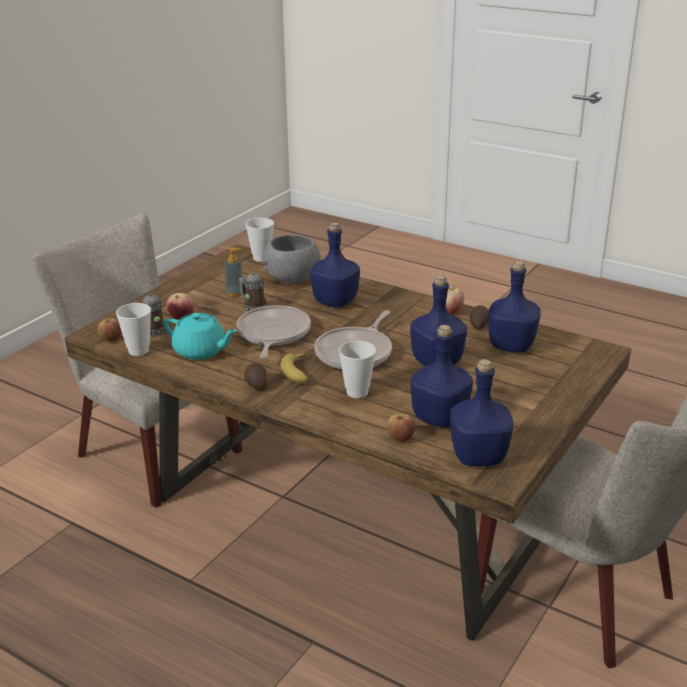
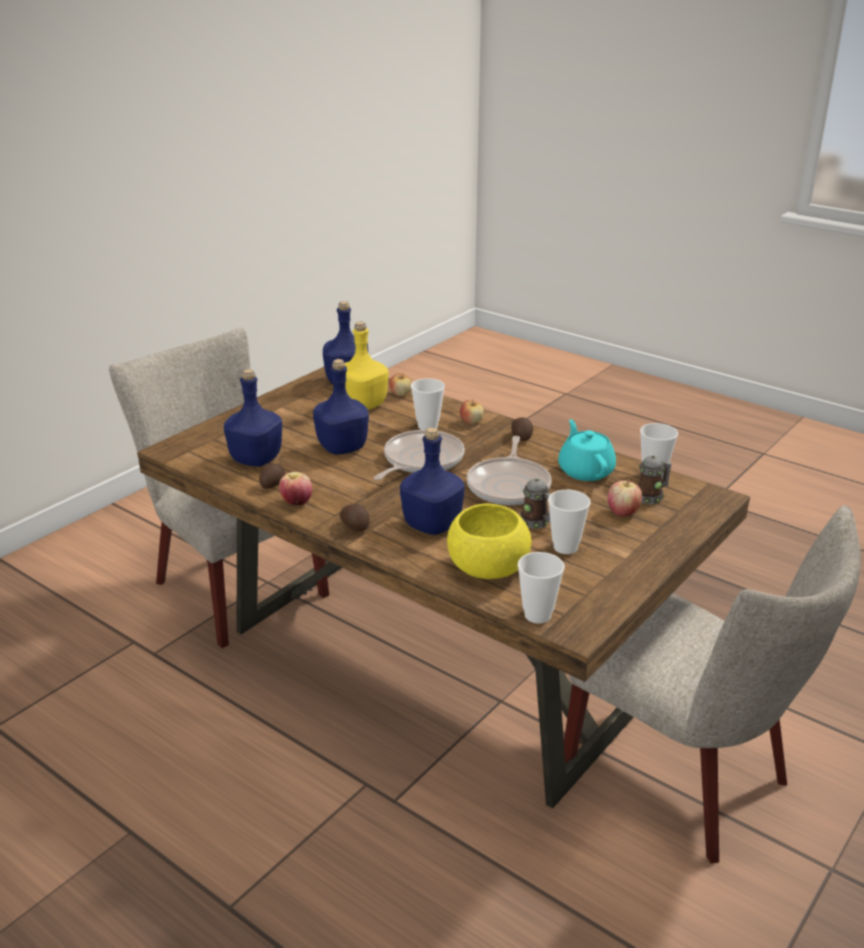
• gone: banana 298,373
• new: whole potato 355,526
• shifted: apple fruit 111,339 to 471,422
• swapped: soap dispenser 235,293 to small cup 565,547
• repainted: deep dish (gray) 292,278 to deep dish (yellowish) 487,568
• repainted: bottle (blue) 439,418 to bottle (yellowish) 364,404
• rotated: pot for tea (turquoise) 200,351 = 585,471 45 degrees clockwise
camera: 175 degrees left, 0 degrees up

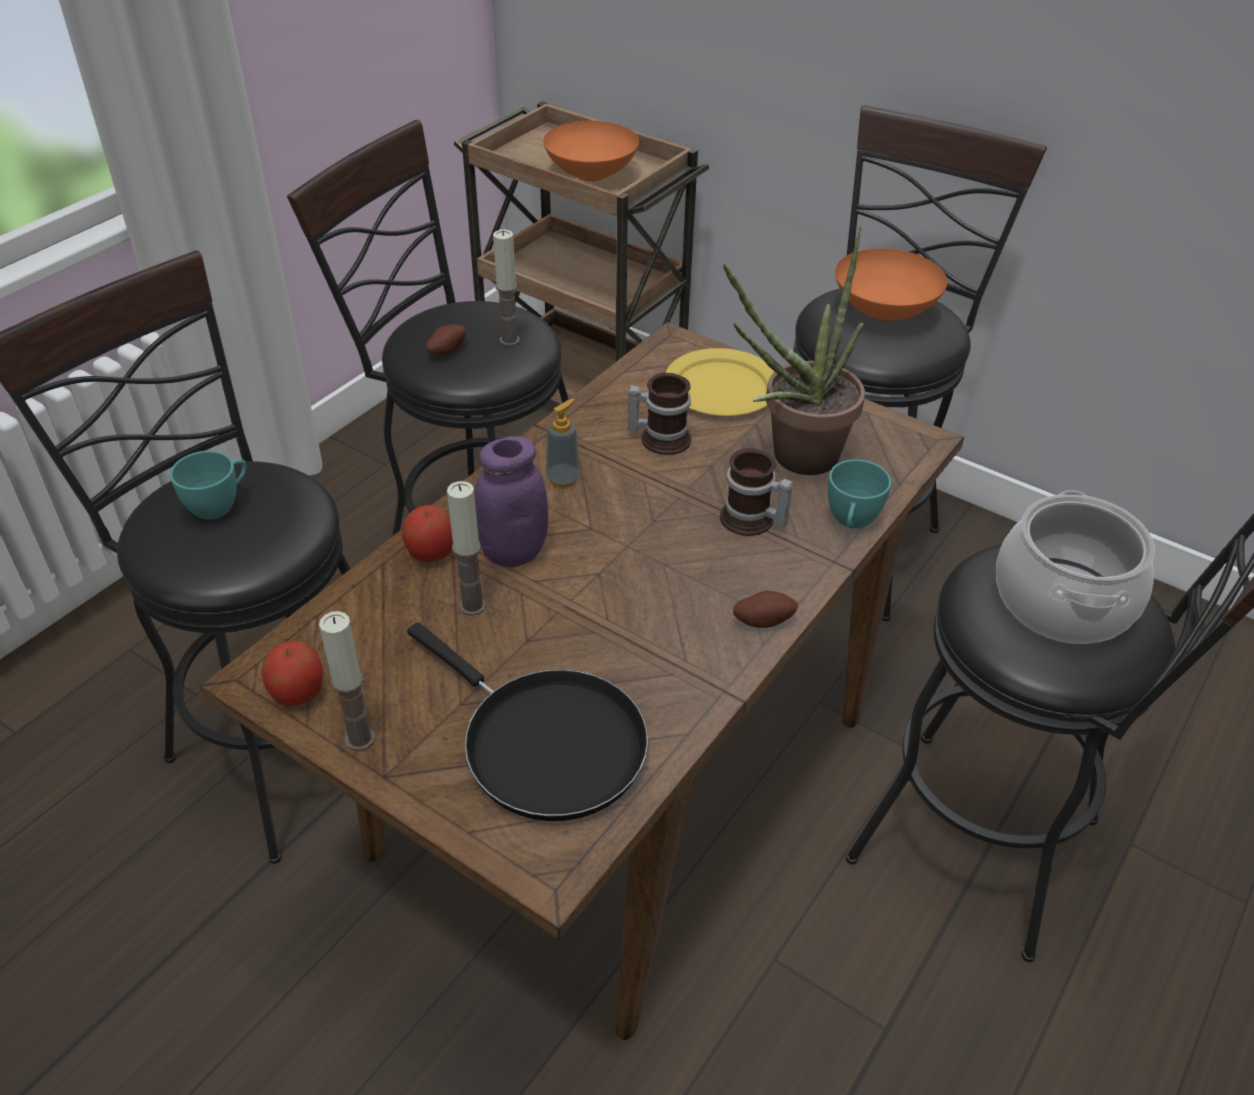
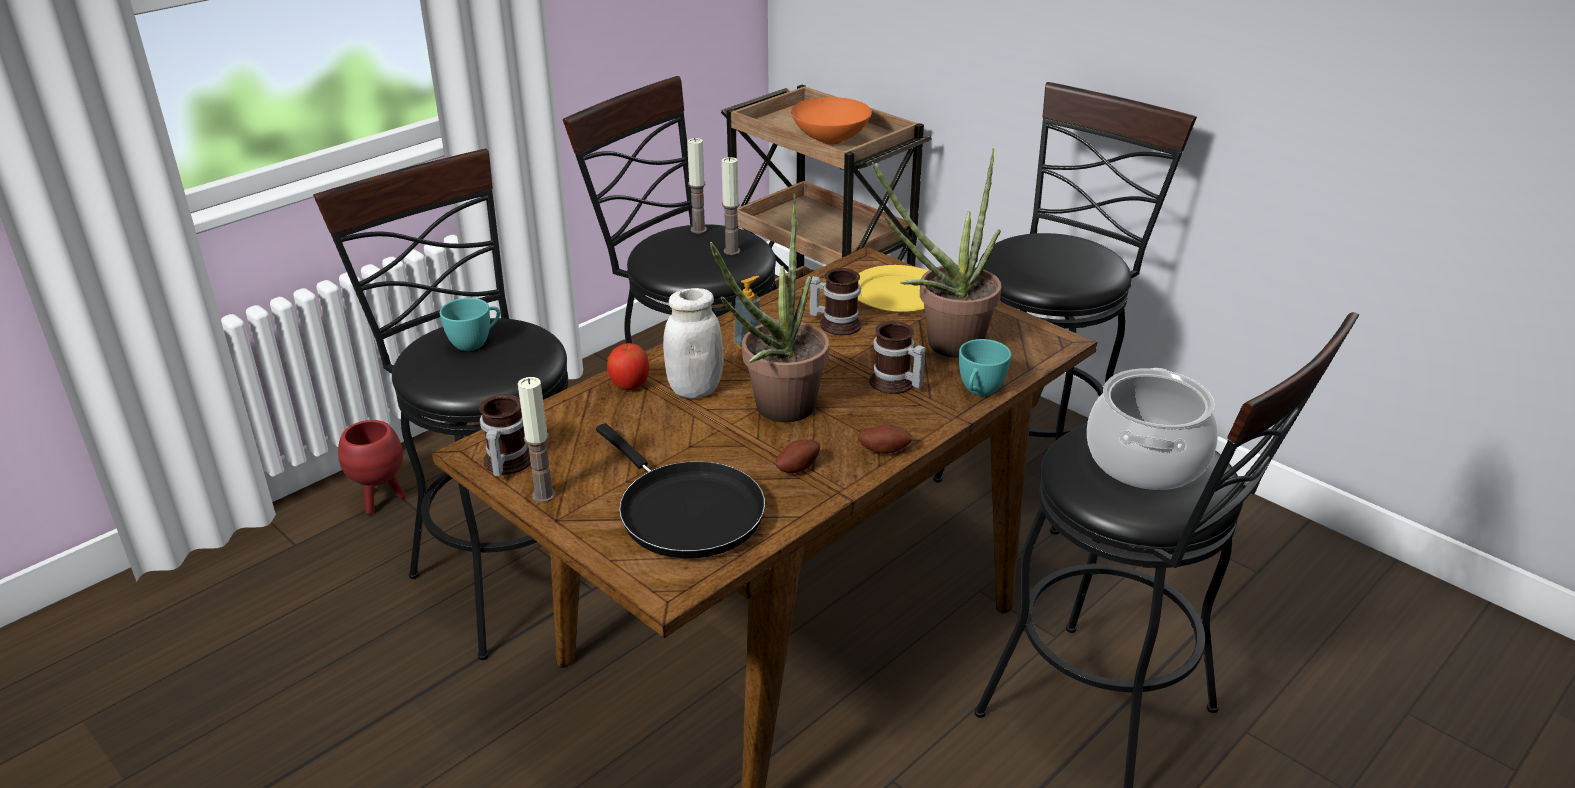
• gone: deep dish (orange-coloured) 883,313
• new: flower pot (reddish) 381,500
• new: houseplant 776,412
• shifted: whole potato 446,350 to 796,467
• shifted: wax light 472,606 to 698,230
• swapped: apple fruit 298,693 to tea mug 505,463
• repainted: storage jar (purplish) 513,552 to storage jar (white) 695,389
camera: 10 degrees right, 10 degrees down

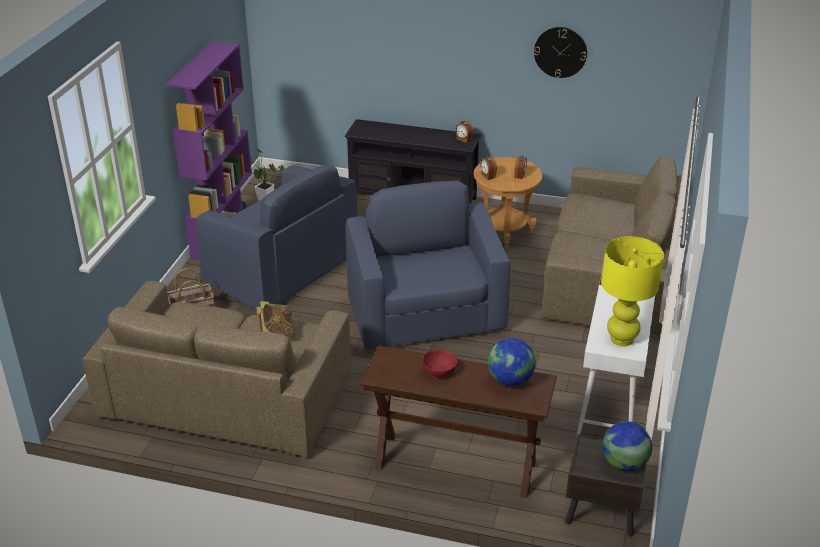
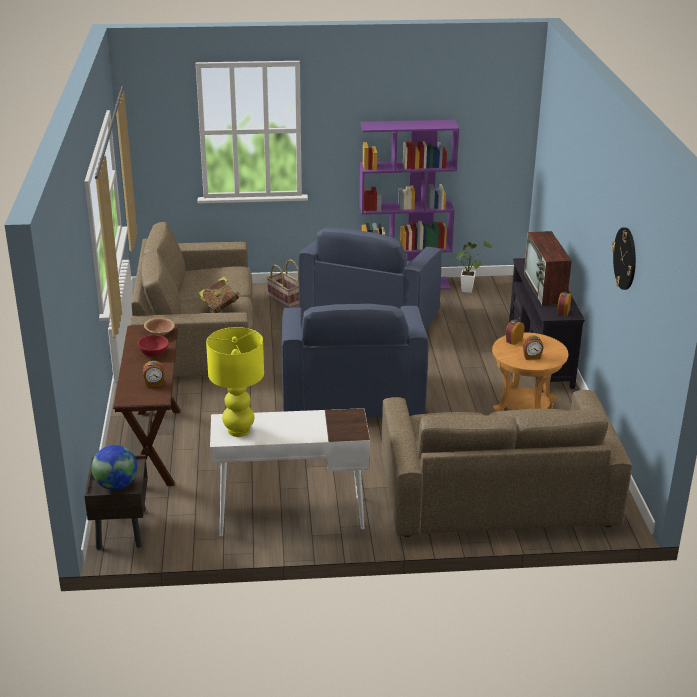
• new: deep dish (brown-coloured) 160,333
• new: television 545,289
• swapped: world globe 510,380 to table clock 154,384
• rotated: easy chair (blue) 426,315 = 351,397 120 degrees clockwise
camera: 70 degrees right, 5 degrees down

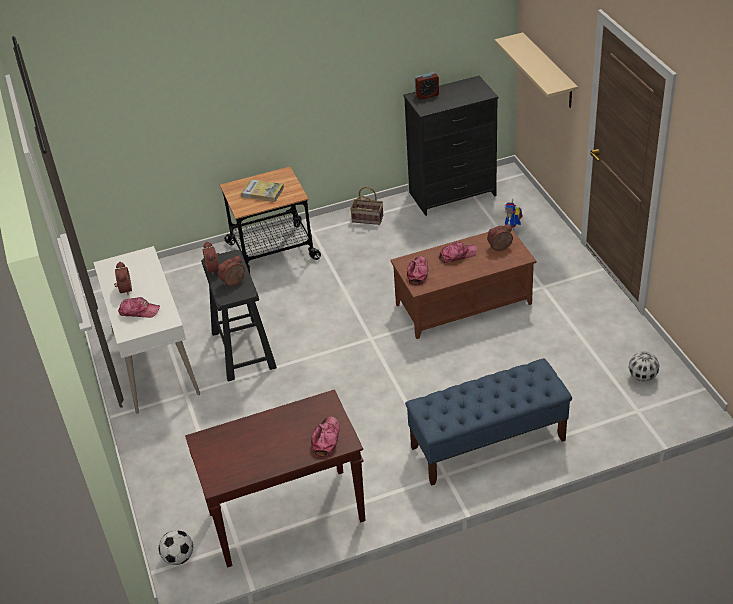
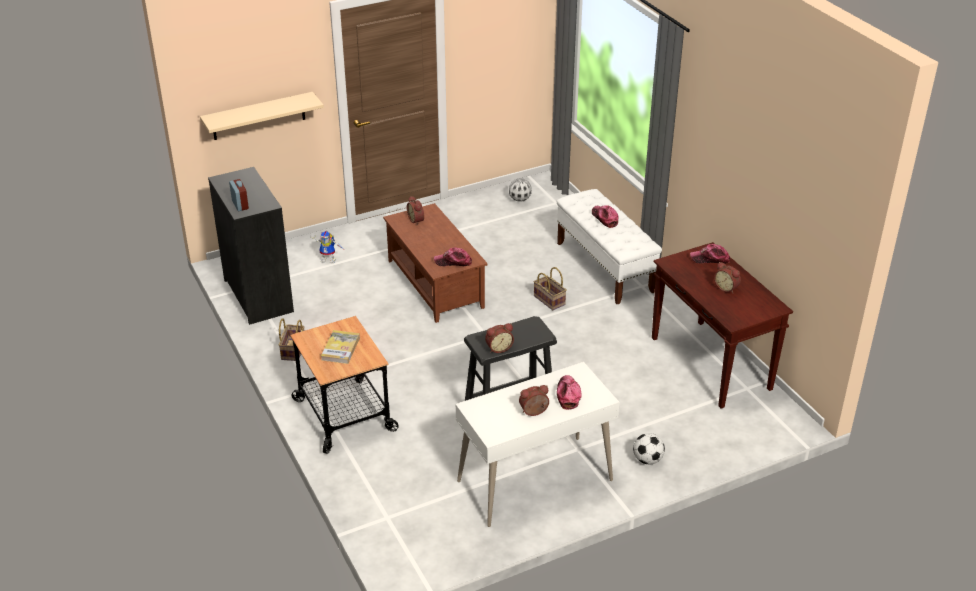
• new: household basket 550,300
• shifted: ball for football 179,557 to 647,460
• shifted: table clock 234,282 to 726,288
• shifted: peaked cap 457,255 to 604,218
• repainted: long seat (blue) 487,444 to long seat (white) 605,267
camera: 100 degrees left, 5 degrees down

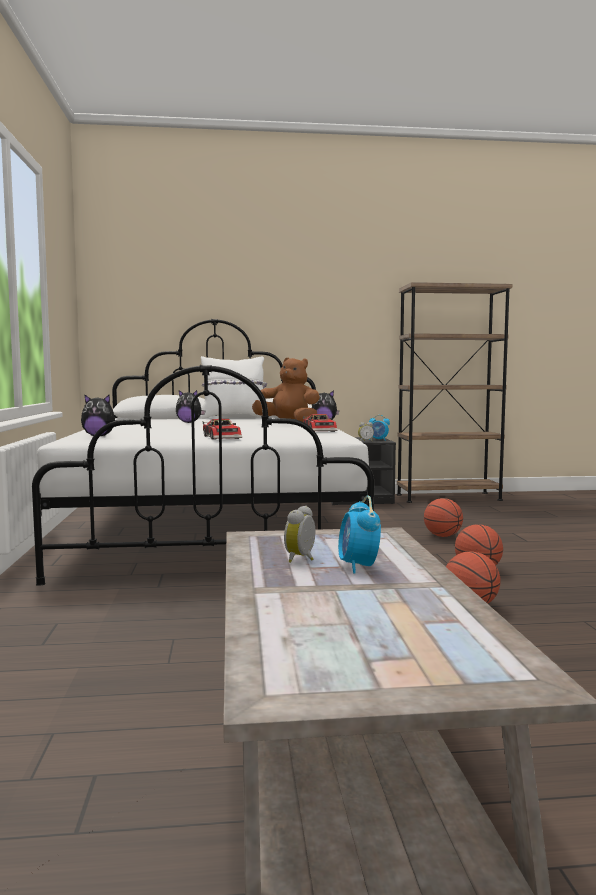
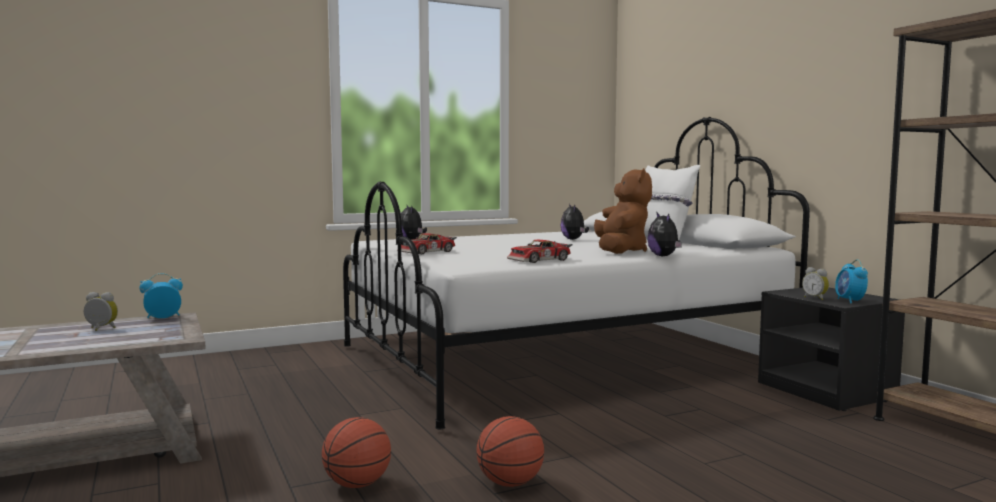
• gone: ball for basketball 442,536
• shifted: table clock 358,567 to 162,318
camera: 70 degrees right, 0 degrees up

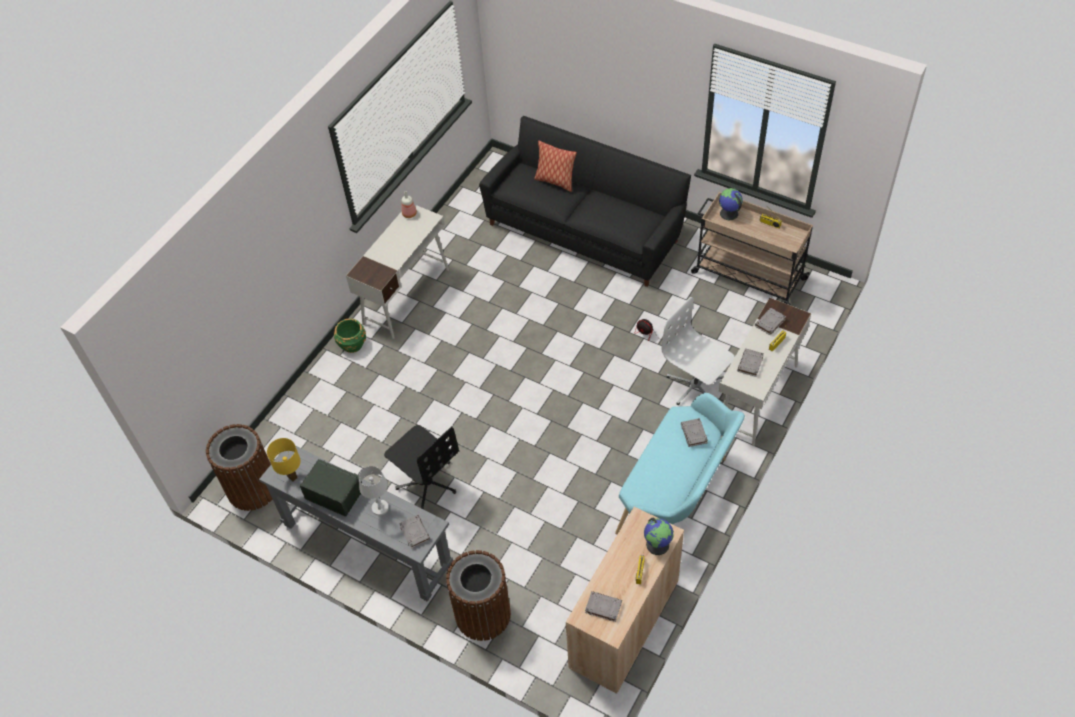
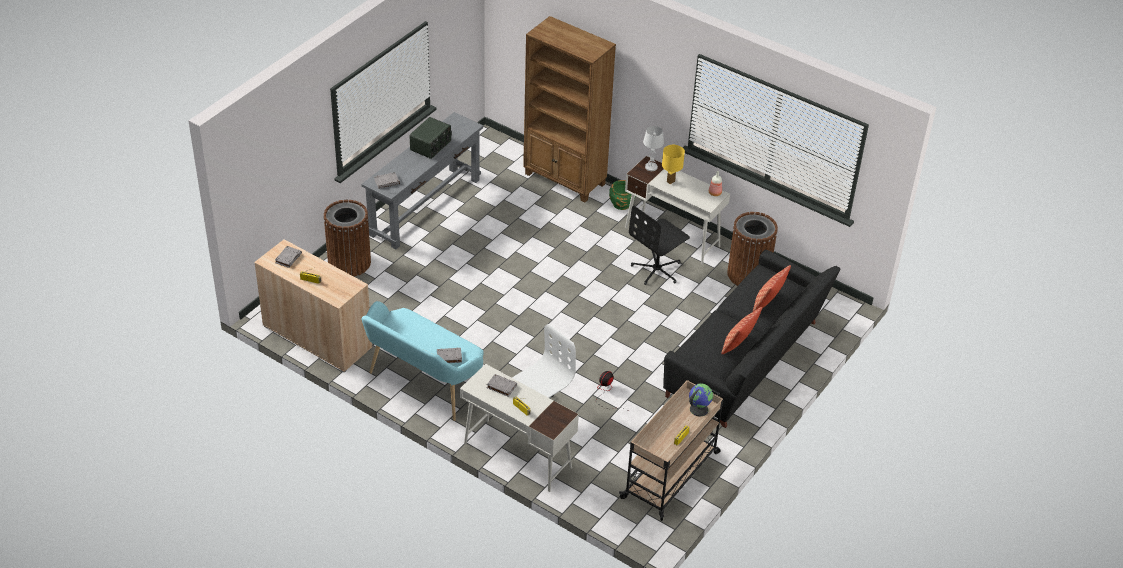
• gone: world globe 658,544
• gone: book (gray) 770,323
• new: shelving unit (brown-coloured) 565,179
• new: pillow 738,345
• shifted: trash can (brown-coloured) 252,488 to 748,274
• shifted: table lamp (yellowish) 292,477 to 670,181
• shifted: table lamp (white) 380,508 to 651,167
• shifted: office chair (black) 427,482 to 657,270
camera: 90 degrees right, 10 degrees down

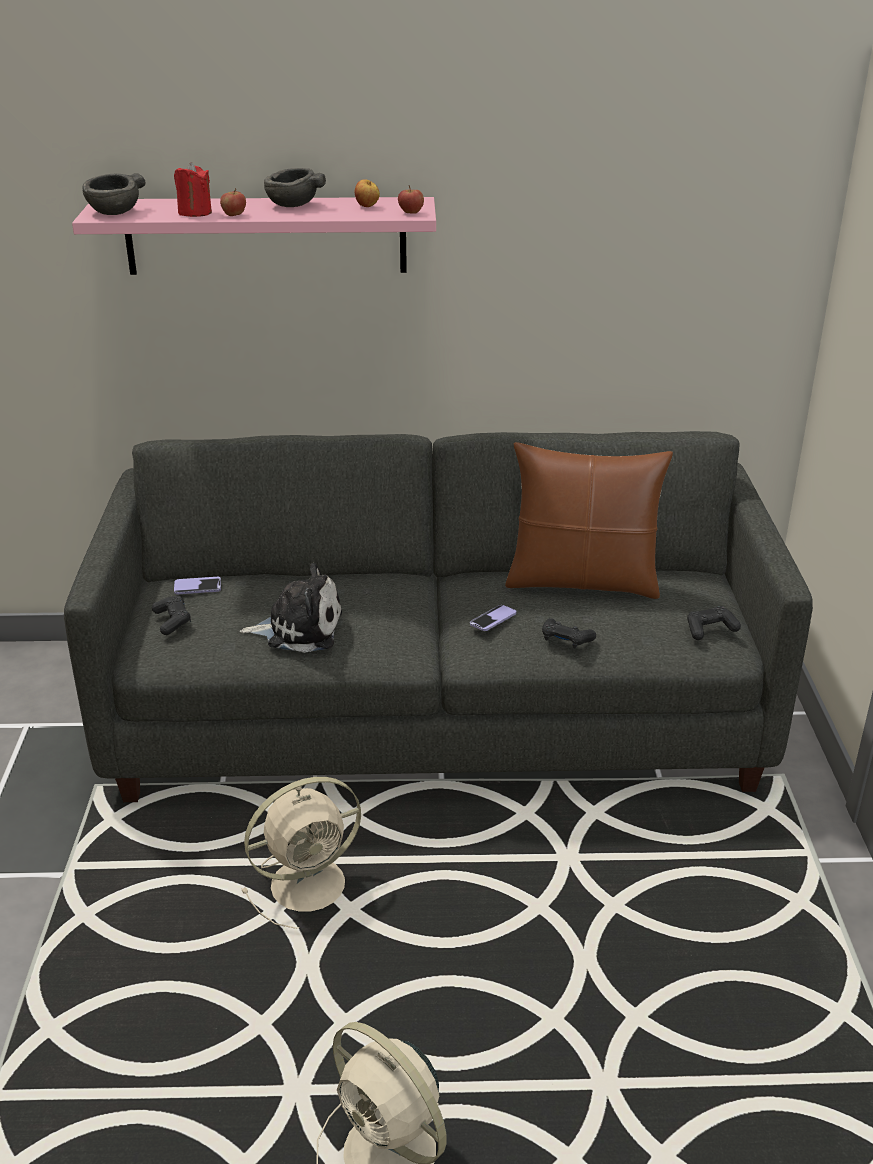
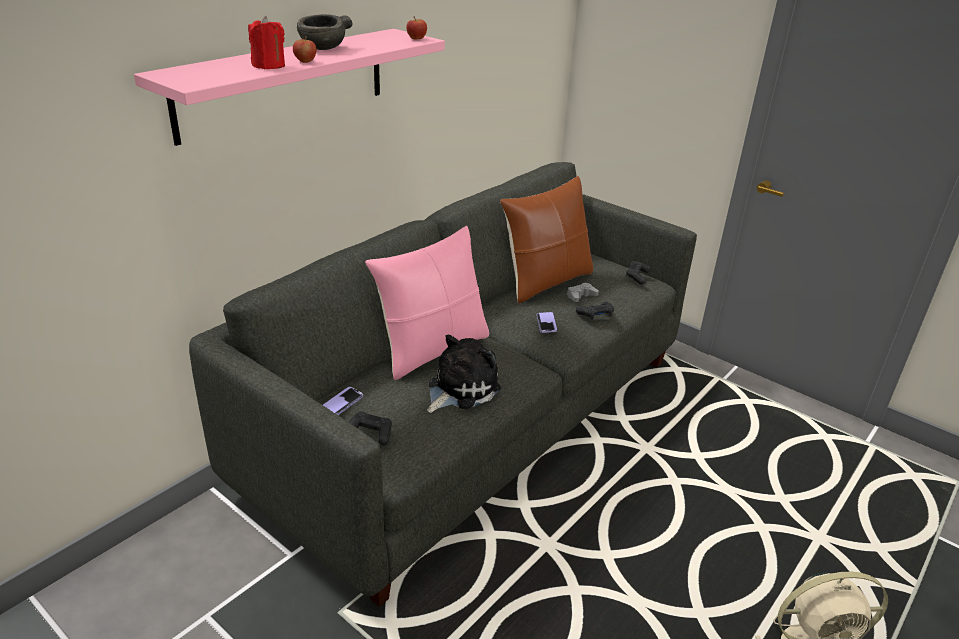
• gone: deep dish (gray) 114,212
• gone: cooling fan (beige) 311,884
• gone: apple fruit 367,206
• new: pillow (pinkish) 432,349
• new: game controller (gray) 581,296
camera: 50 degrees left, 0 degrees up

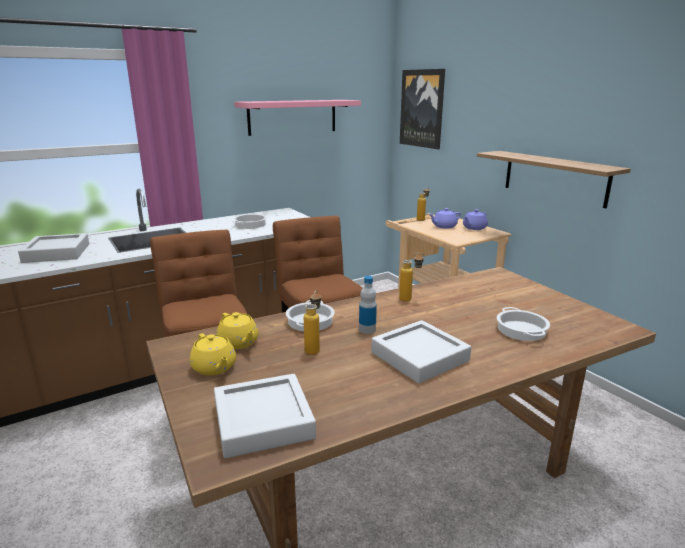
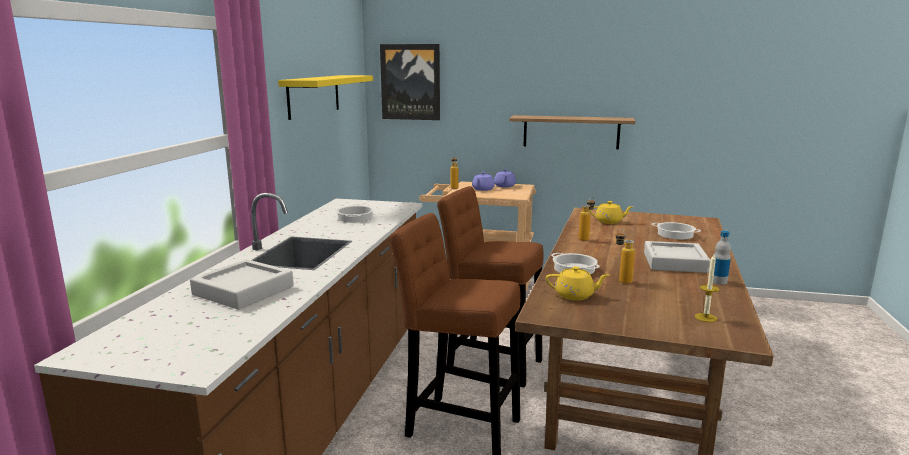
• shifted: pot for tea (yellowish) 214,368 to 609,221
• shifted: bottle 367,329 to 718,281
• swapped: tray (gray) 263,421 to wax light 705,317
• repainted: wall shelf (pinkish) 293,117 to wall shelf (yellowish) 314,95
camera: 45 degrees left, 5 degrees down

